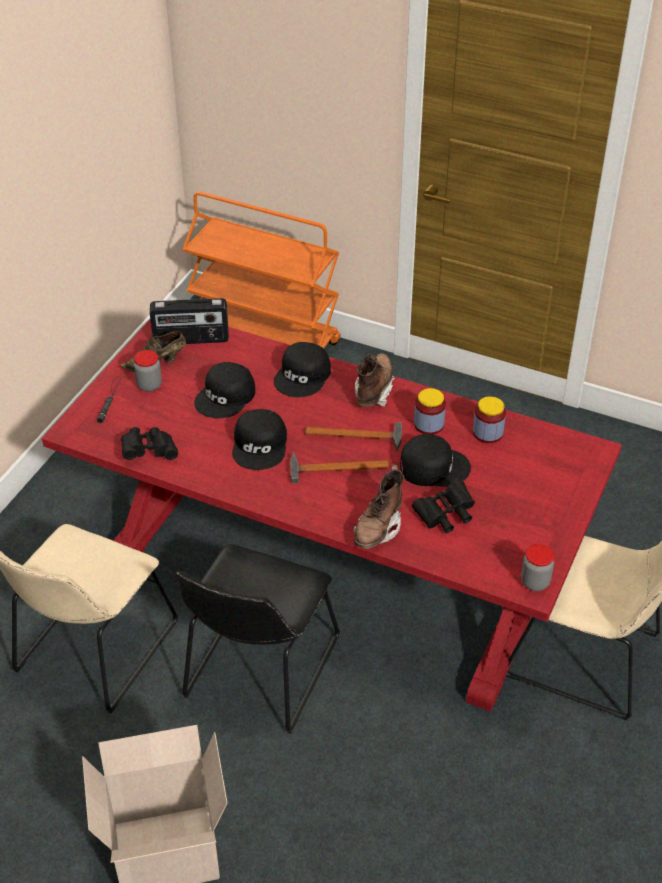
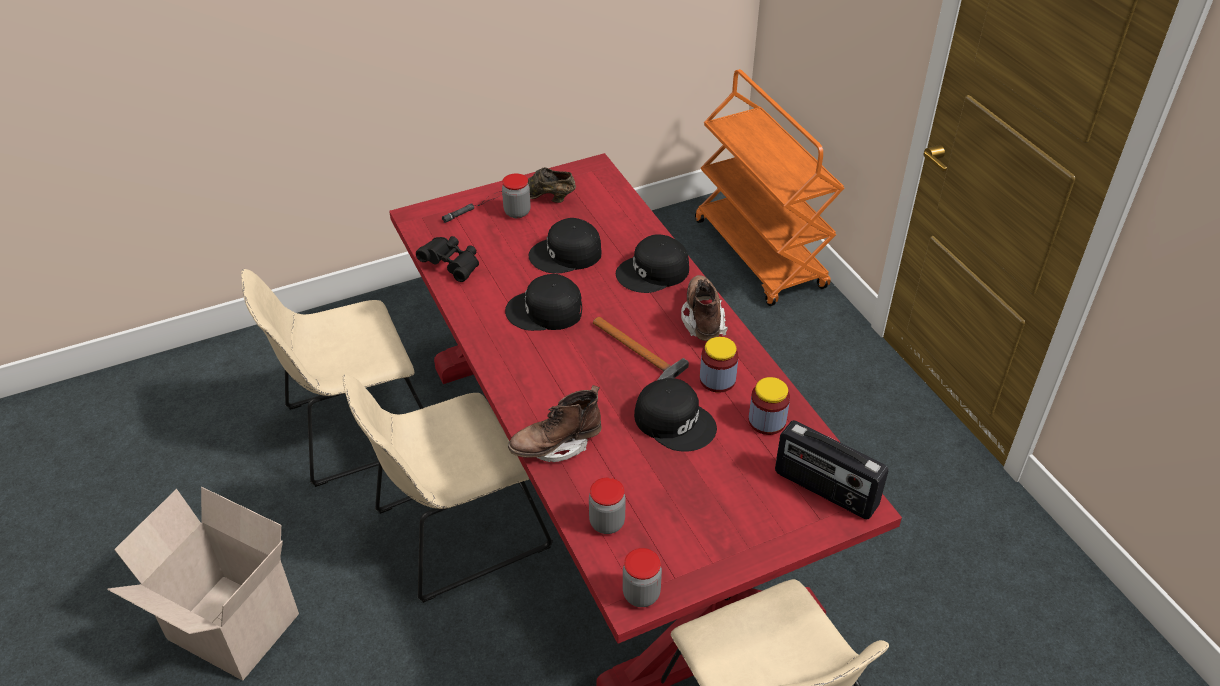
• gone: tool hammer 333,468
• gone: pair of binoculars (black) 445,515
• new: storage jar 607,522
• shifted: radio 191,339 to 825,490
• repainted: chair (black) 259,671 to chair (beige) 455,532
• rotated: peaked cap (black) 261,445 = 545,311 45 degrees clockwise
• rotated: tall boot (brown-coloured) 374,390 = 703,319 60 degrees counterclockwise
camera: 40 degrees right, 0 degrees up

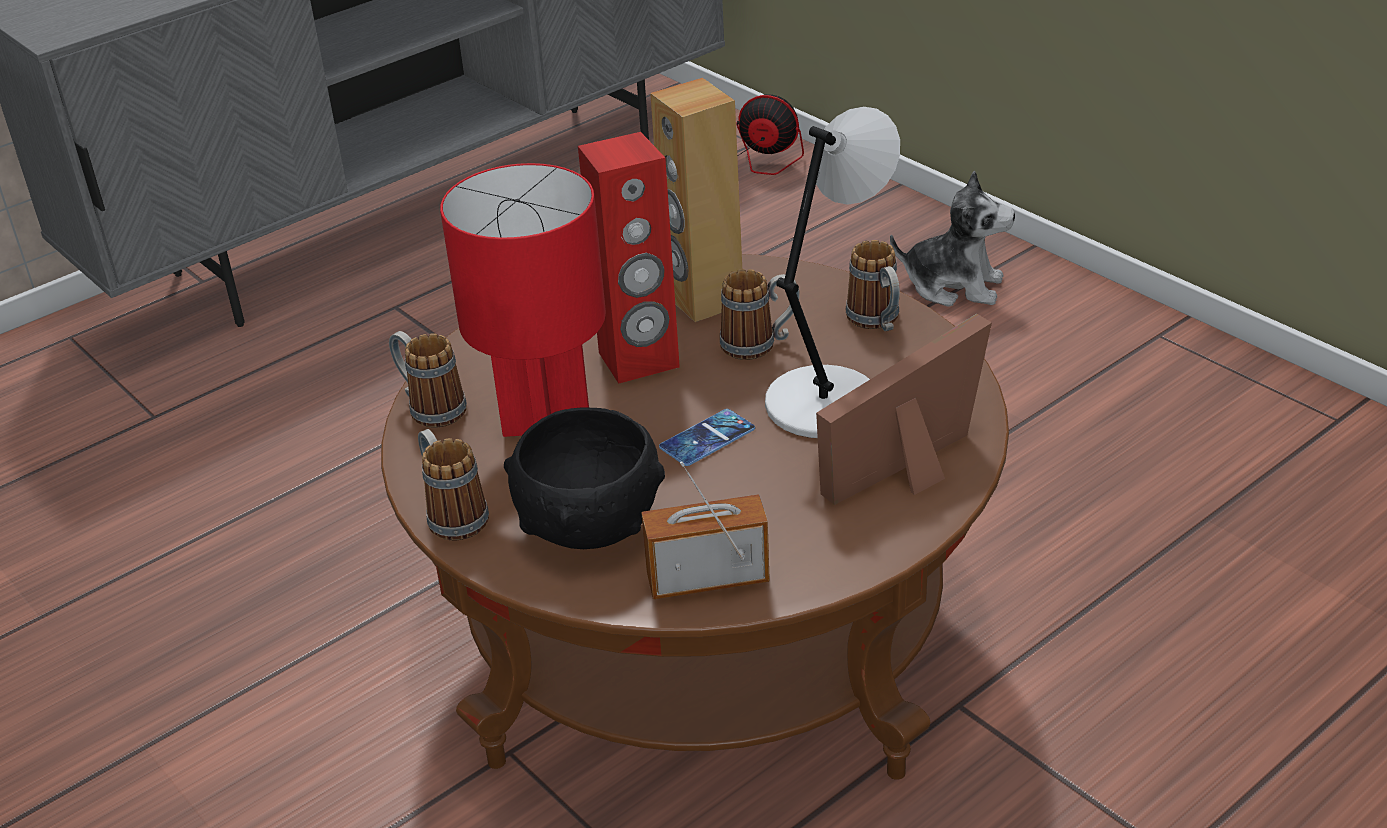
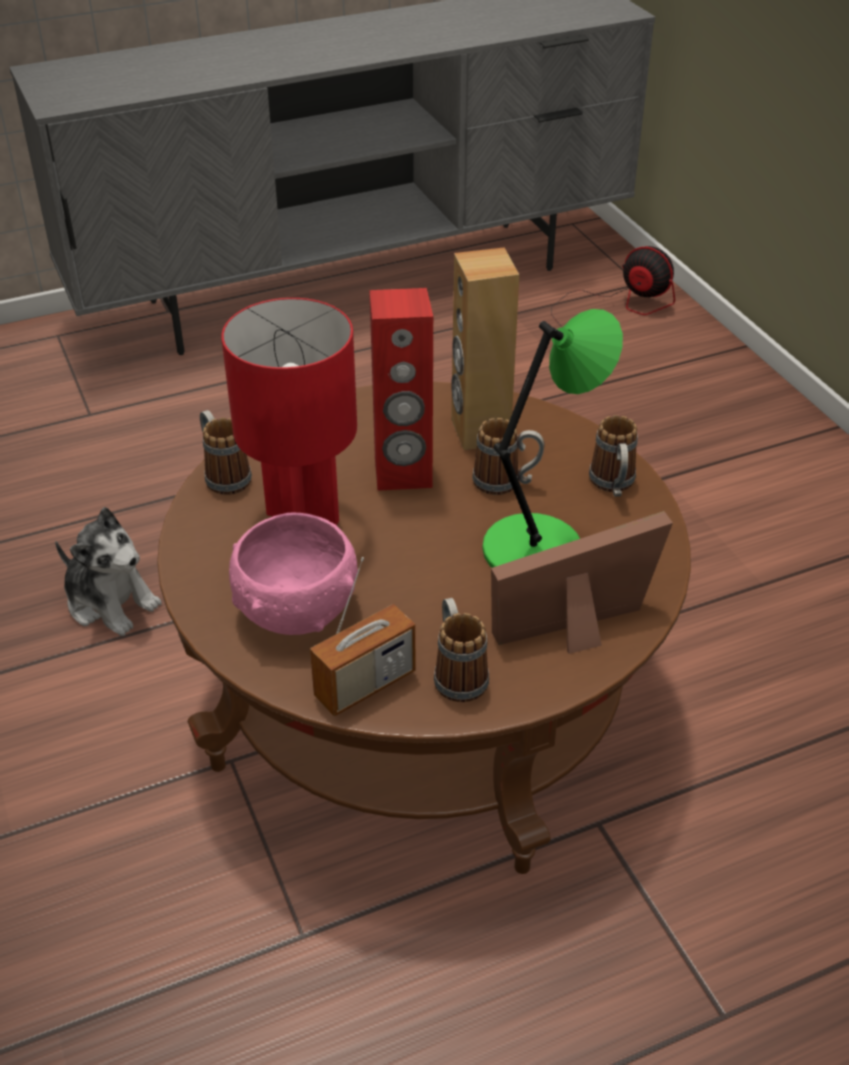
• gone: phone 707,438
• shifted: tea mug 452,514 to 457,674
• shifted: plush toy 954,286 to 111,602
• repainted: deep dish (black) 591,524 to deep dish (pinkish) 297,610
• repainted: table lamp (gray) 827,400 to table lamp (greenish) 537,548
• rotated: radio 707,579 = 365,684 135 degrees clockwise
camera: 15 degrees right, 5 degrees up

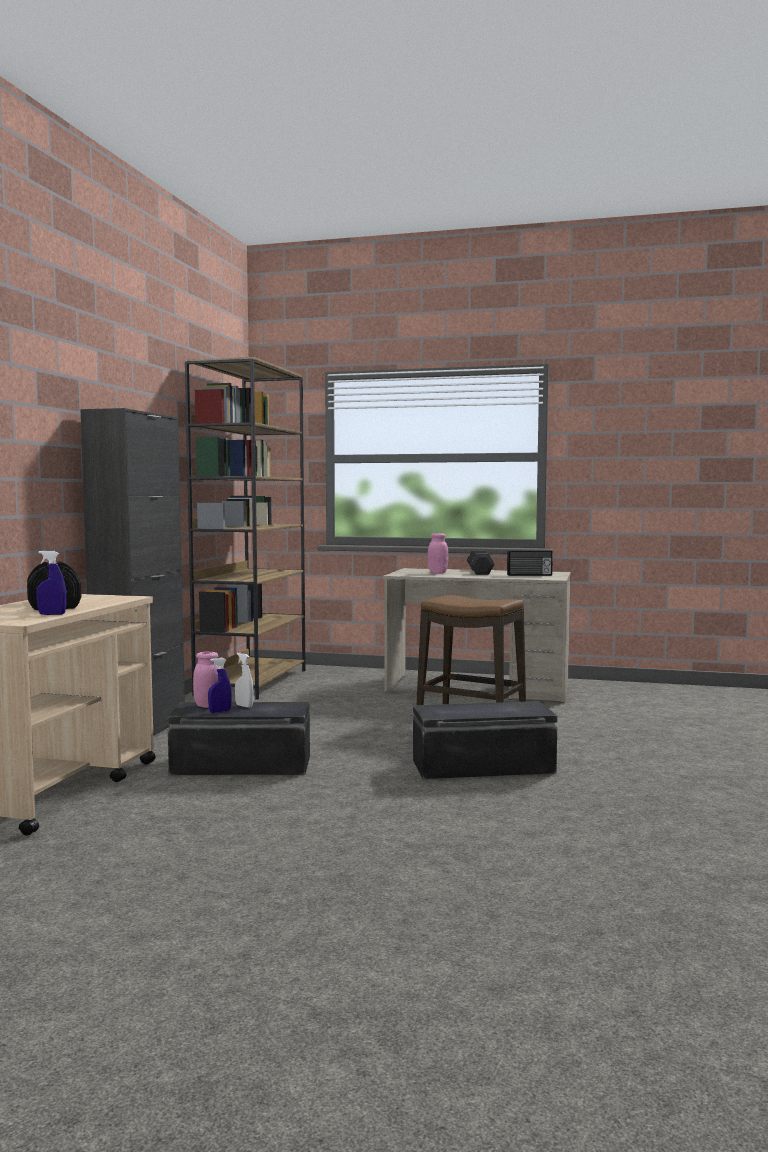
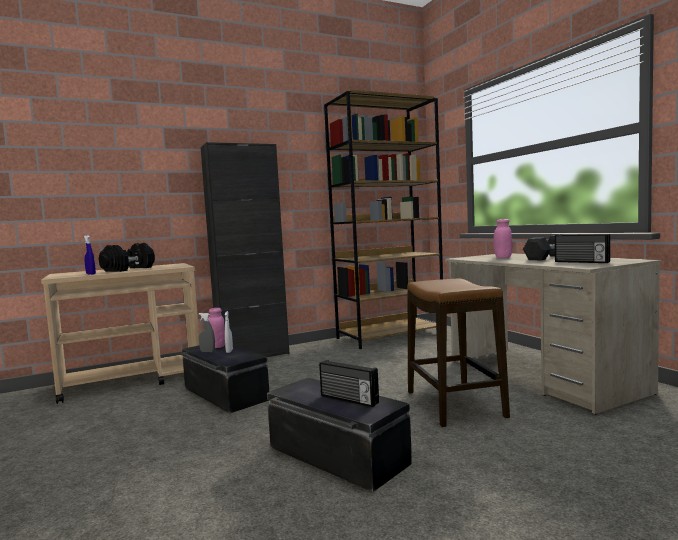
• new: radio 348,399
• repainted: hand sprayer (blue) 220,712 to hand sprayer (gray) 207,352
camera: 50 degrees right, 0 degrees up

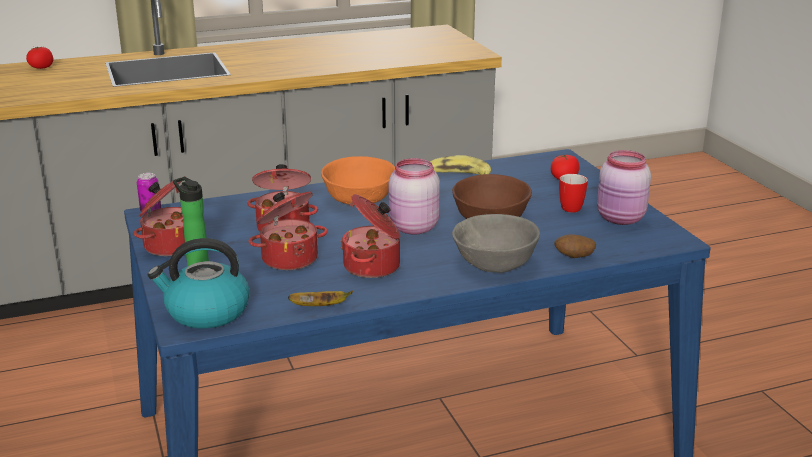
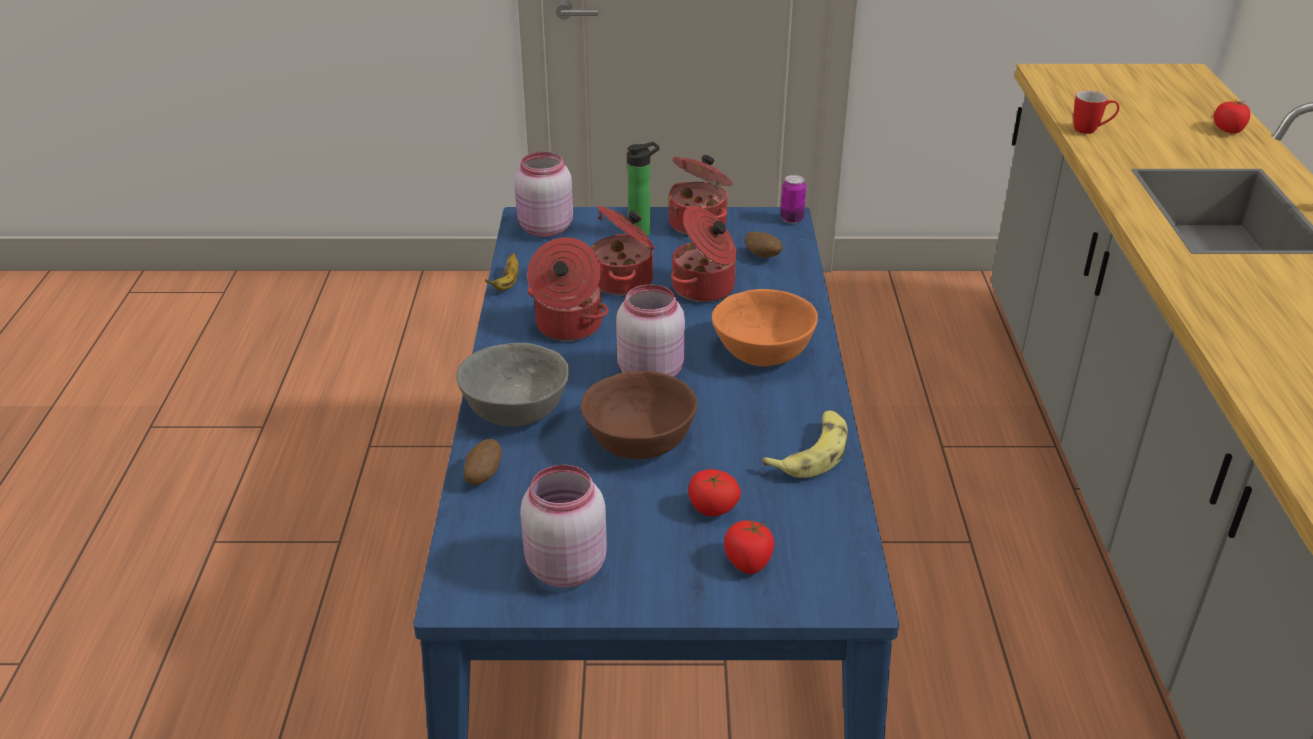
• new: fresh tomato 712,508
• new: whole potato 763,256
• shifted: tea mug 569,206 to 1091,130
• swapped: tea kettle 206,312 to storage jar (pinkish) 544,229
camera: 110 degrees right, 10 degrees up

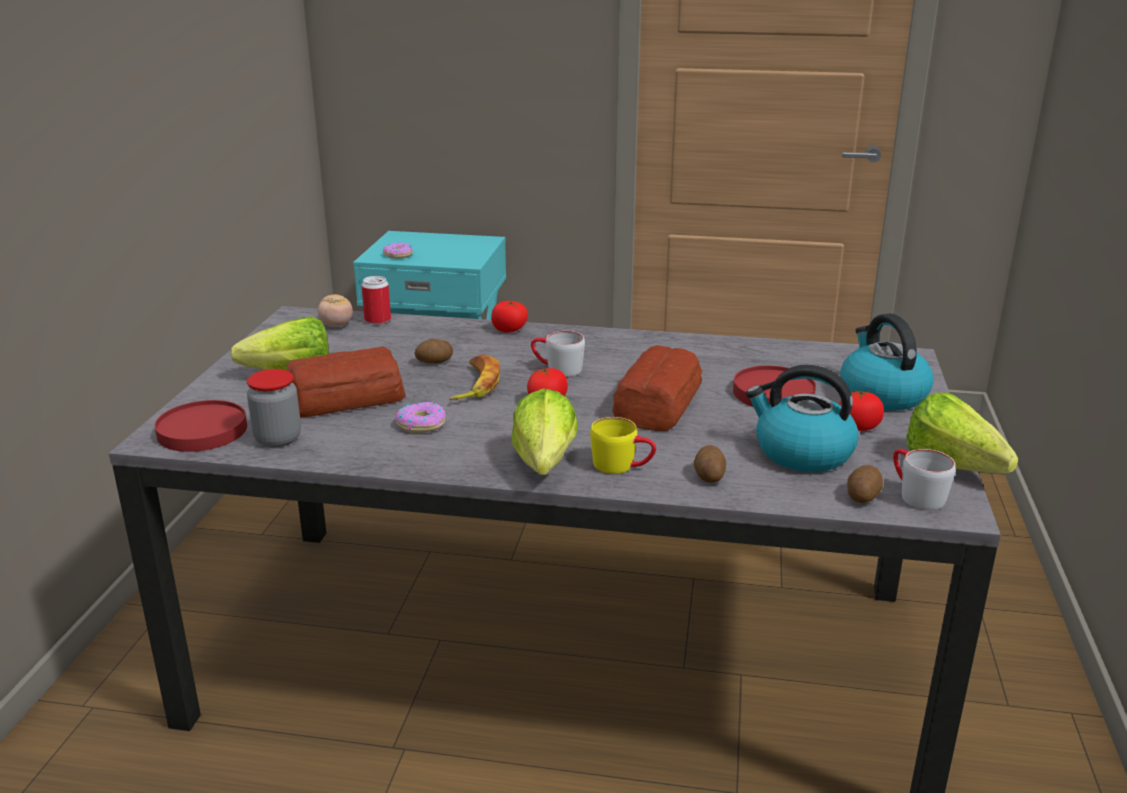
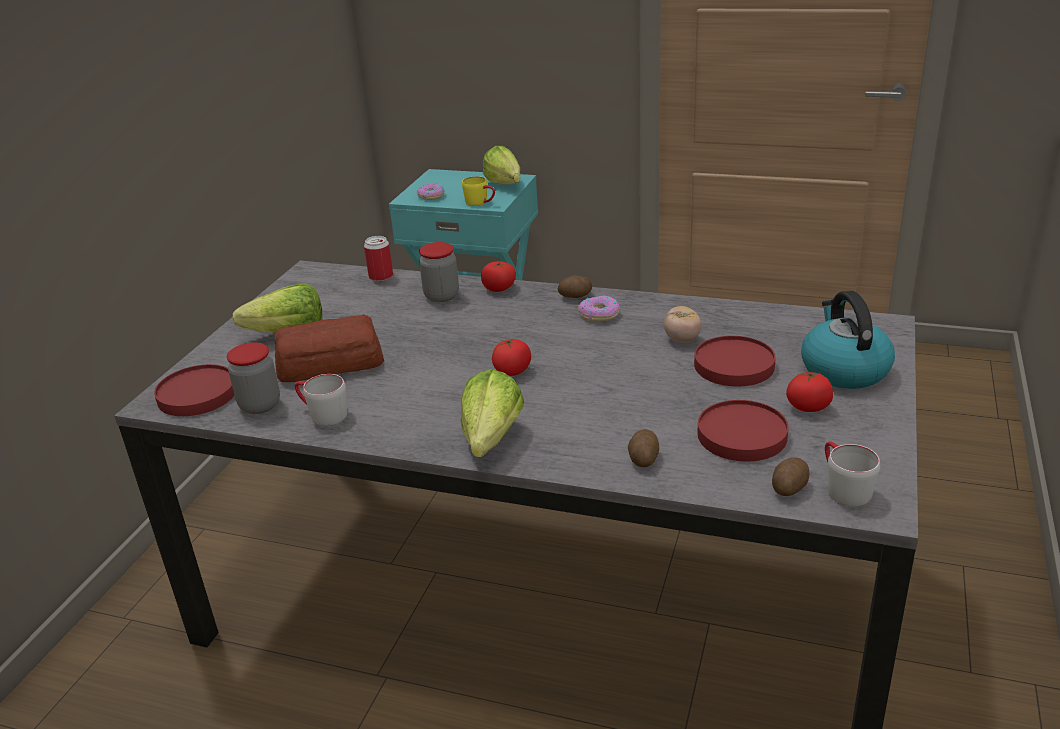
• gone: banana 475,385
• gone: bakery bread 656,405
• new: storage jar 441,296
• shifted: fresh tomato 336,325 to 682,339
• shifted: ring doughnut 421,424 to 599,314
• shifted: whole potato 435,362 to 575,296
• shifted: tea mug (gray) 557,369 to 322,414
• shifted: tea mug (yellowish) 623,466 to 481,202
• shifted: lettuce head 959,471 to 506,186
• swapped: tea kettle 801,453 to flat dish (reddish) 742,435
camera: 10 degrees right, 5 degrees up

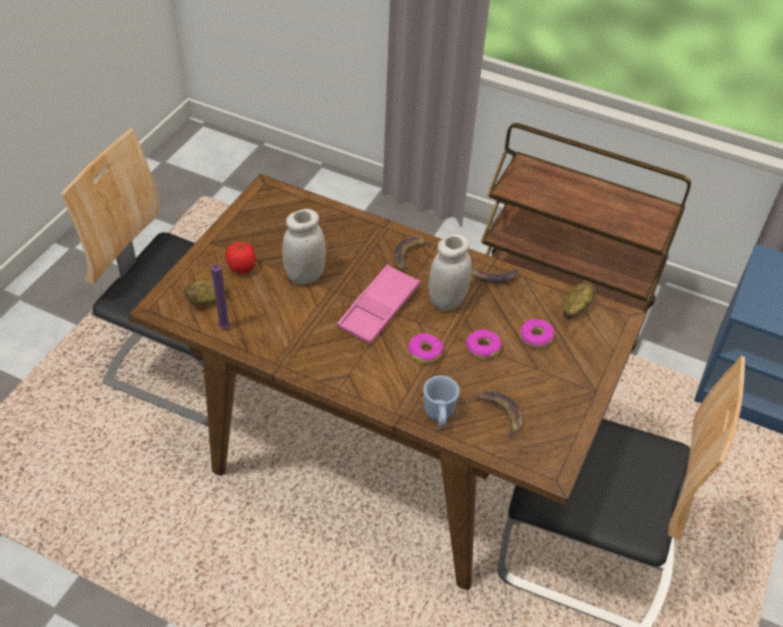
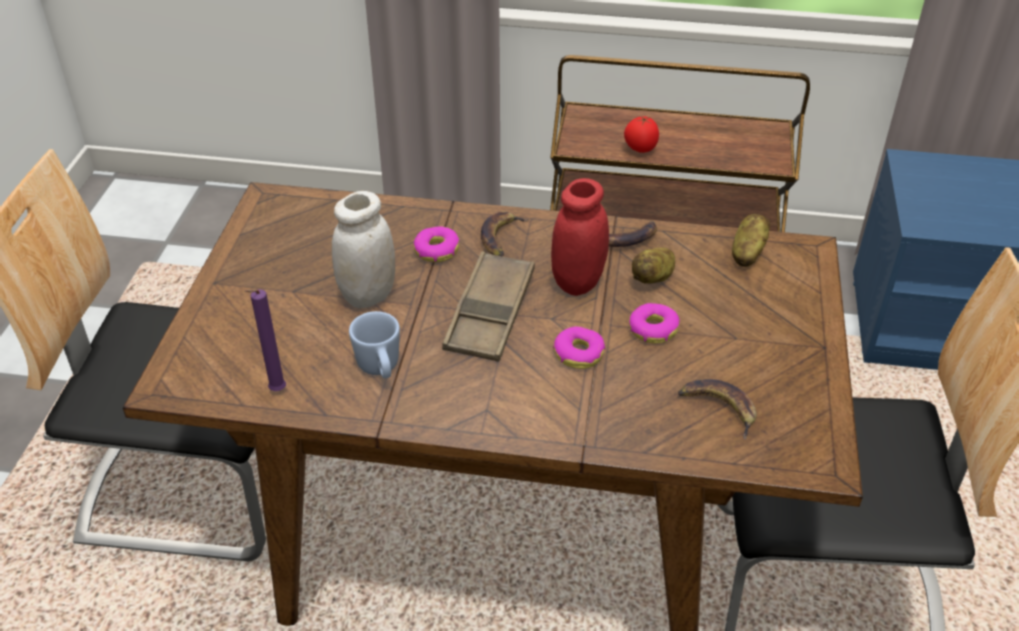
• shifted: whole potato 207,300 to 653,278
• shifted: fresh tomato 241,268 to 640,149
• shifted: tea mug (blue) 439,416 to 380,369
• shifted: ring doughnut 535,337 to 436,250
• repainted: tray (pinkish) 379,309 to tray (brown-coloured) 490,313
• repainted: storage jar (white) 447,301 to storage jar (reddish) 578,282
camera: 15 degrees left, 5 degrees down

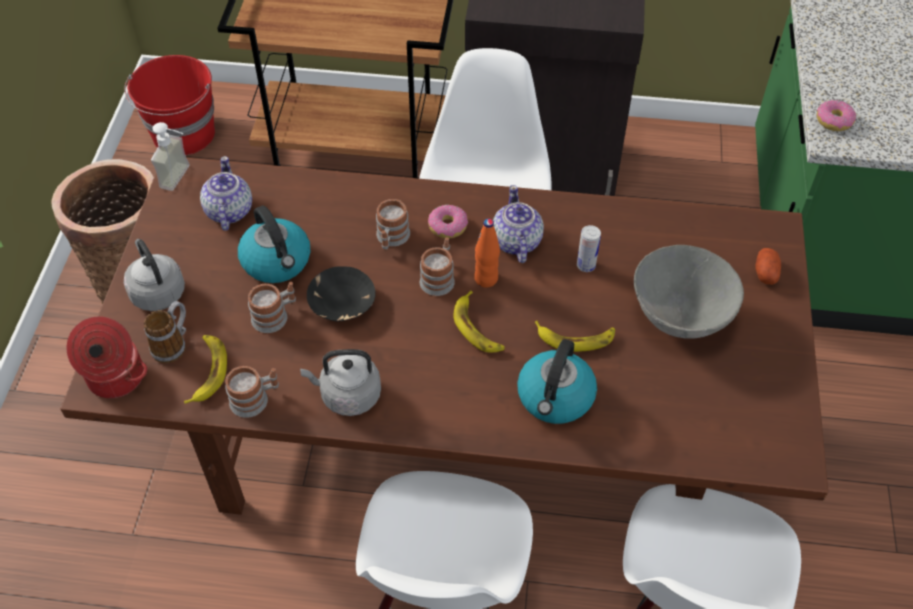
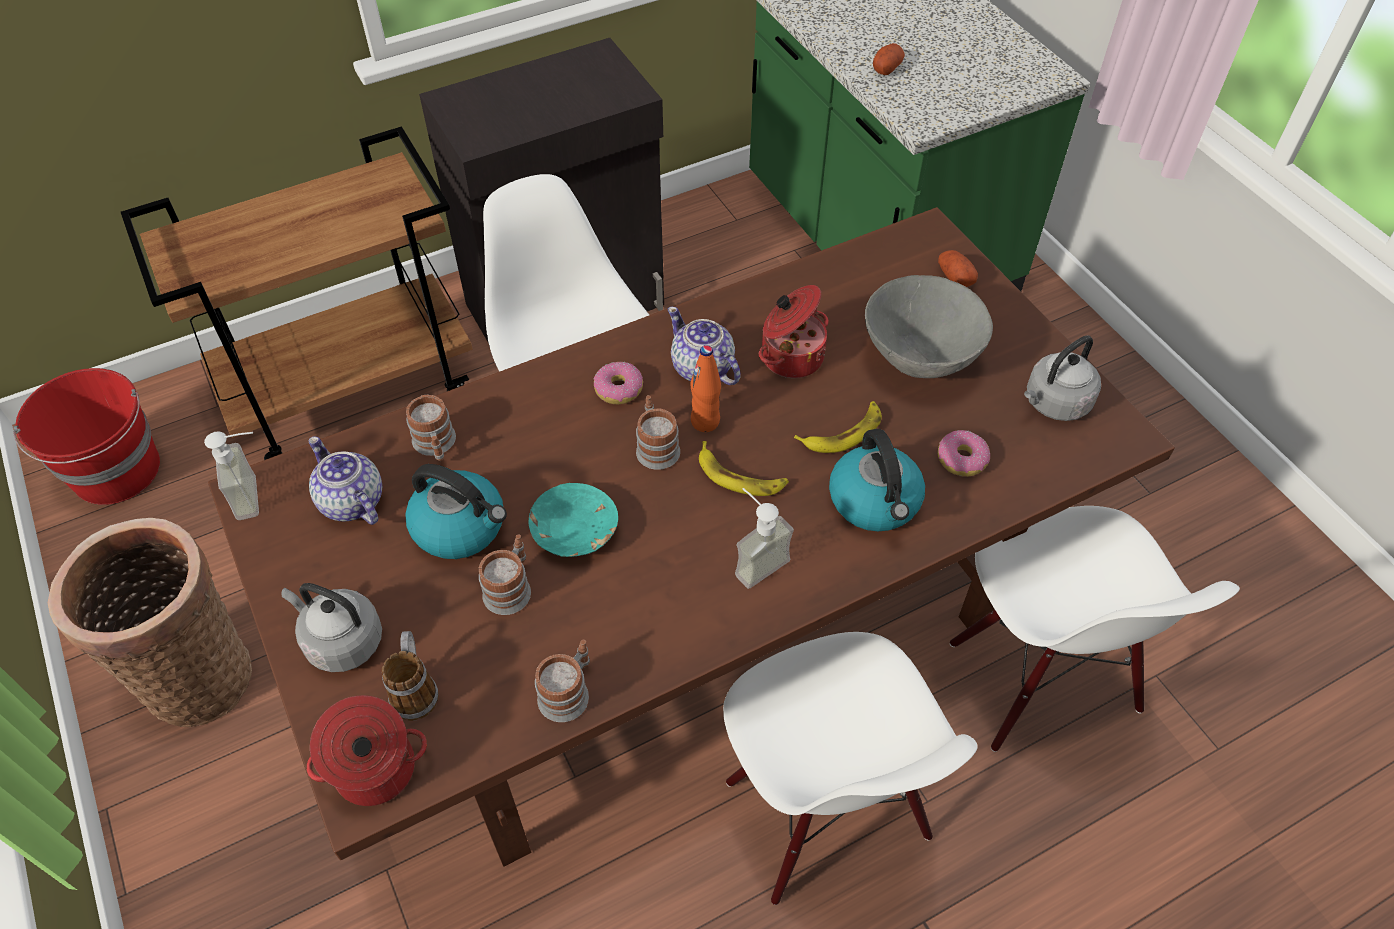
• gone: banana 207,371
• new: soap dispenser 754,560
• new: whole potato 887,68
• shifted: tea kettle (gray) 347,395 to 1054,403
• shifted: tea mug 391,238 to 436,445
• shifted: ring doughnut 834,121 to 962,459
• swapped: sealed can 586,265 to stockpot 790,356
• repainted: deep dish (black) 341,303 to deep dish (turquoise) 574,531
camera: 35 degrees left, 0 degrees up

